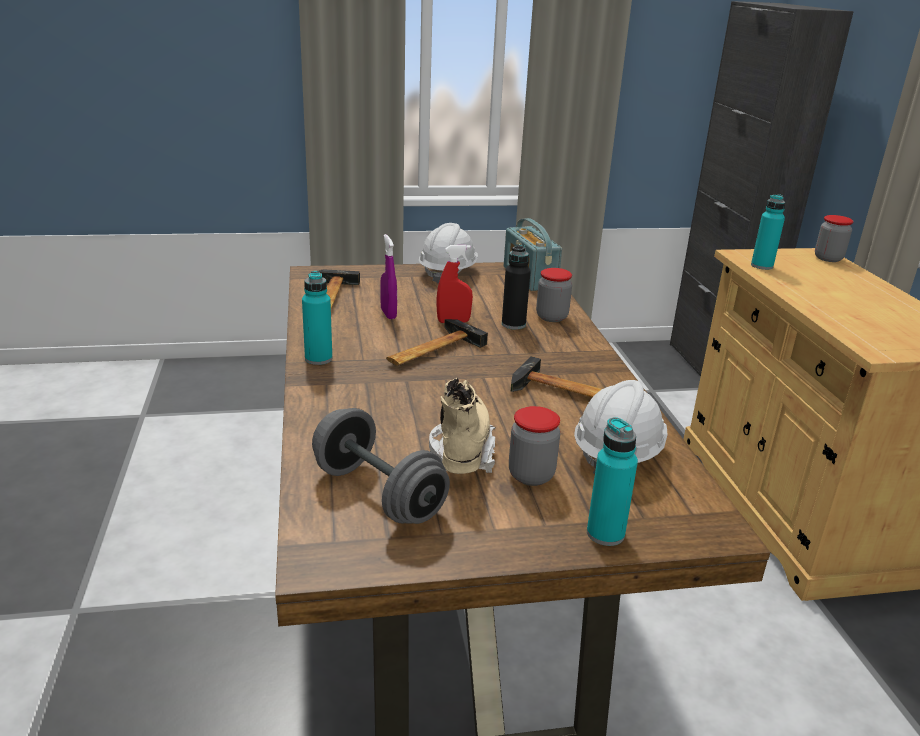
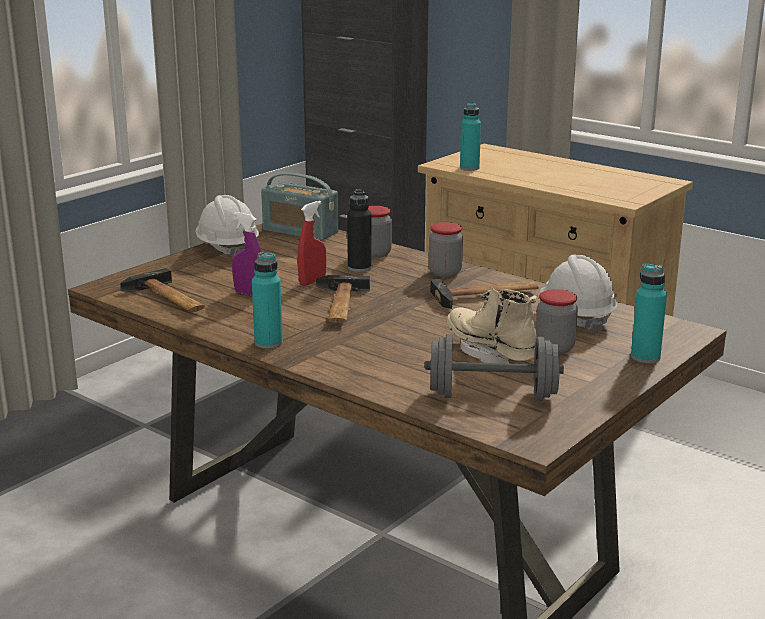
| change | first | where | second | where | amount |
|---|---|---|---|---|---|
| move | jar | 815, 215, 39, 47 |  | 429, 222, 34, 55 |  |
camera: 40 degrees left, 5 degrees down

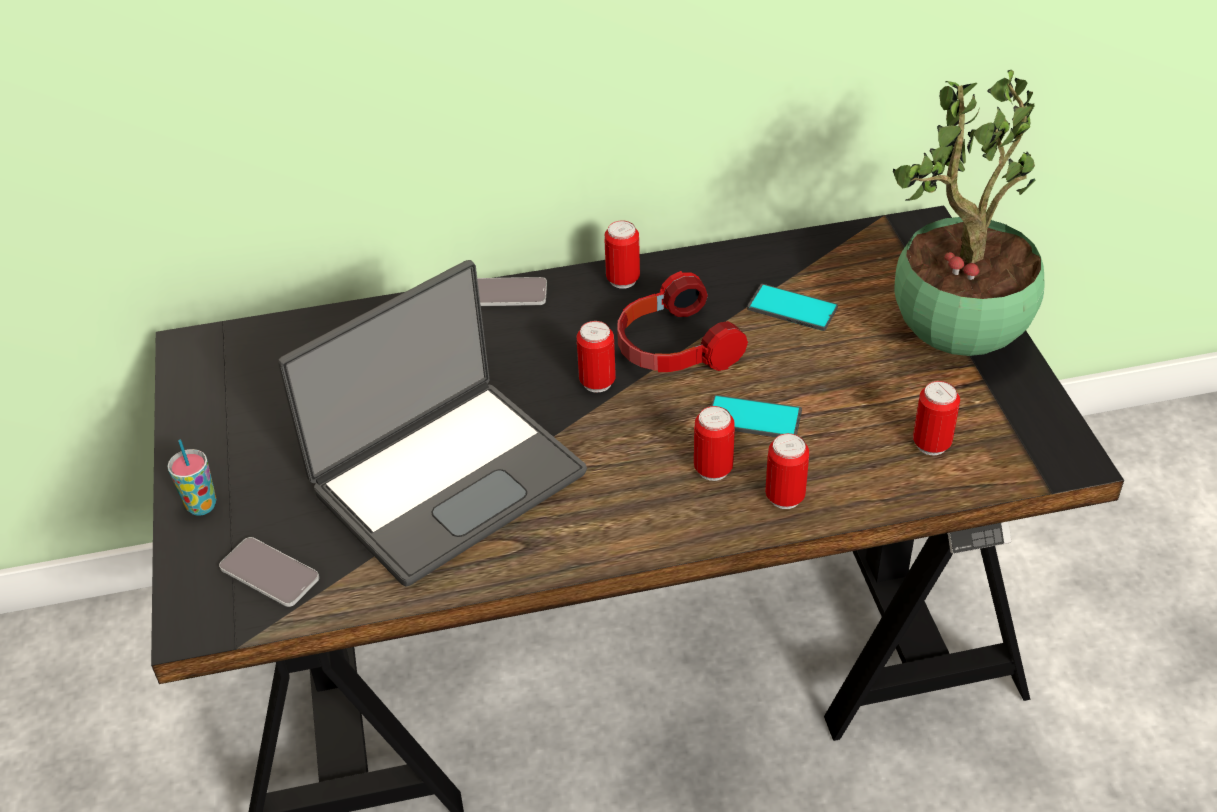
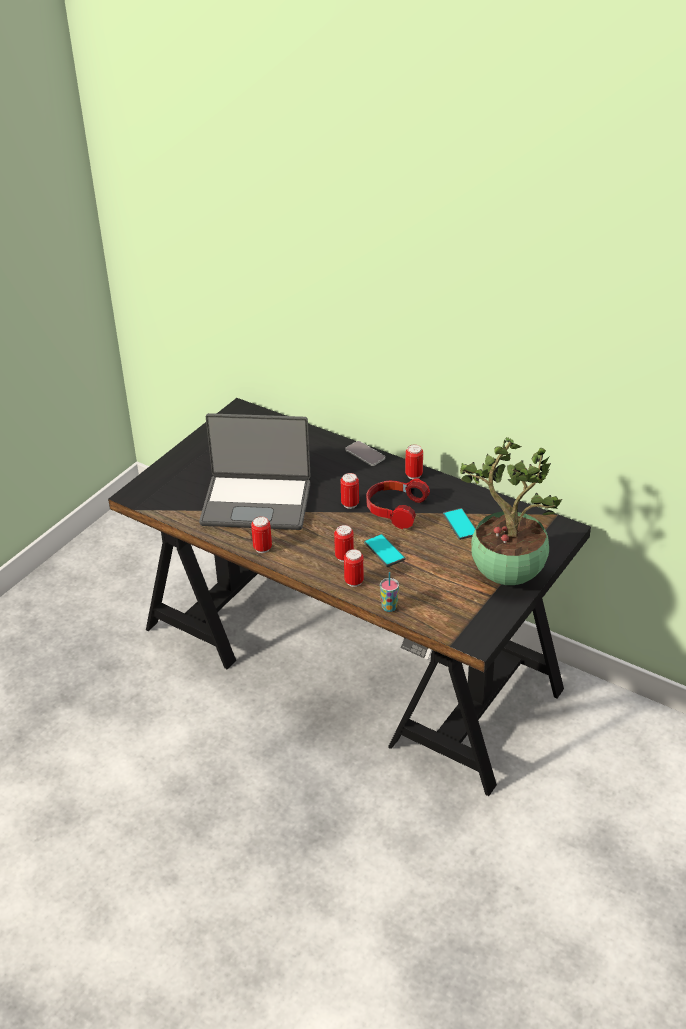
| change | first | where | second | where | amount |
|---|---|---|---|---|---|
| move | can | 913, 381, 47, 75 |  | 251, 516, 21, 37 |  |
| move | cup | 167, 440, 49, 76 |  | 380, 572, 19, 40 |  |
| delete | phone | 219, 537, 100, 70 |  |  |  |
camera: 45 degrees right, 5 degrees down

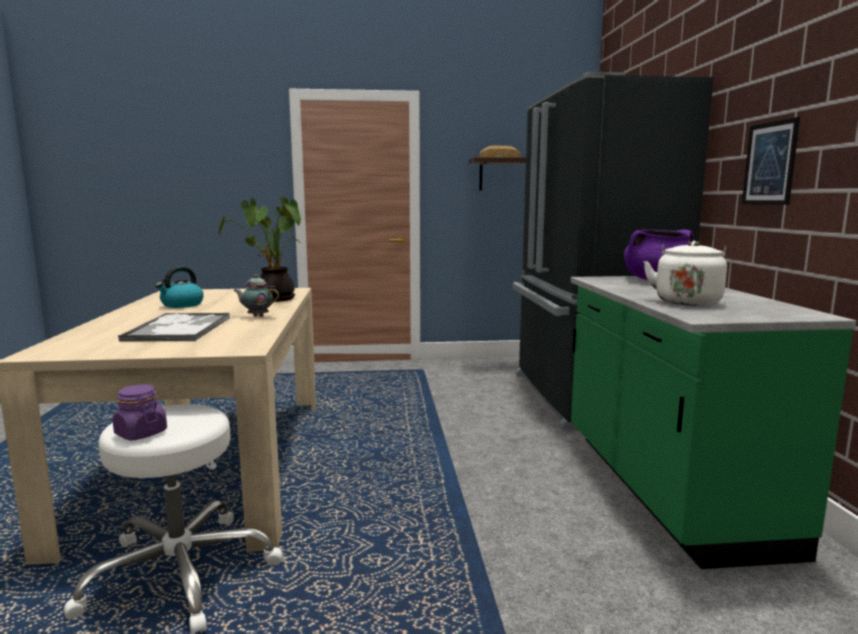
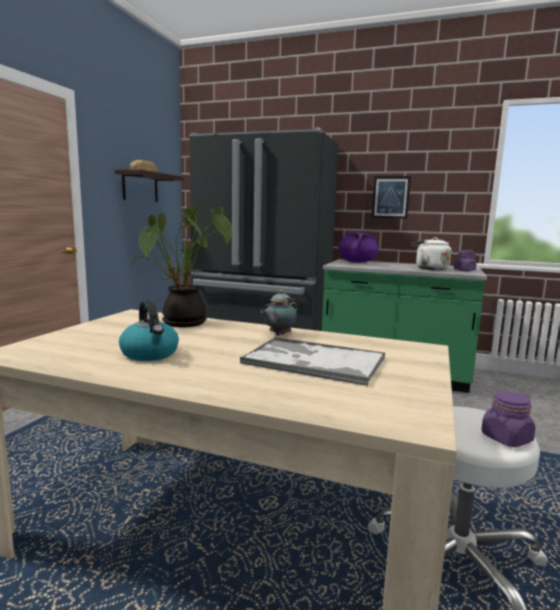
| change | first | where | second | where | amount |
|---|---|---|---|---|---|
| insert |  |  | jar (purple) | 454, 250, 23, 21 |  |
camera: 65 degrees left, 0 degrees up

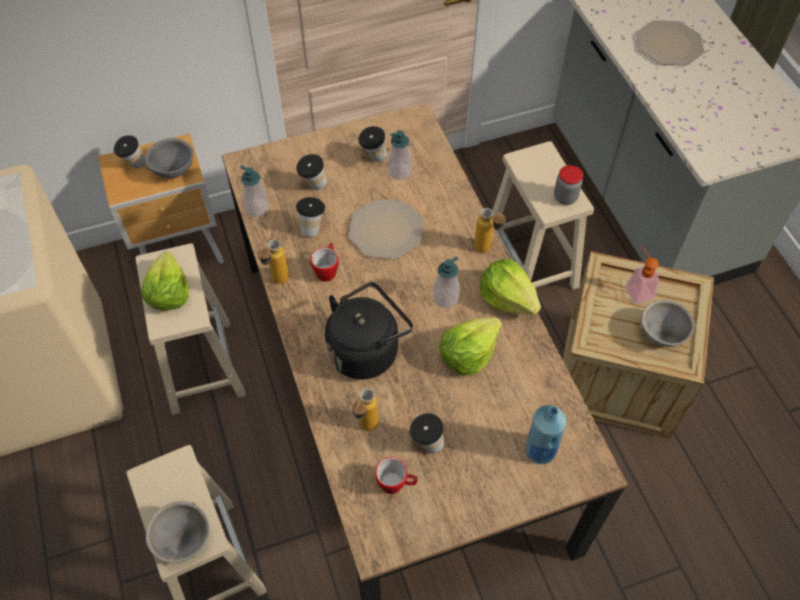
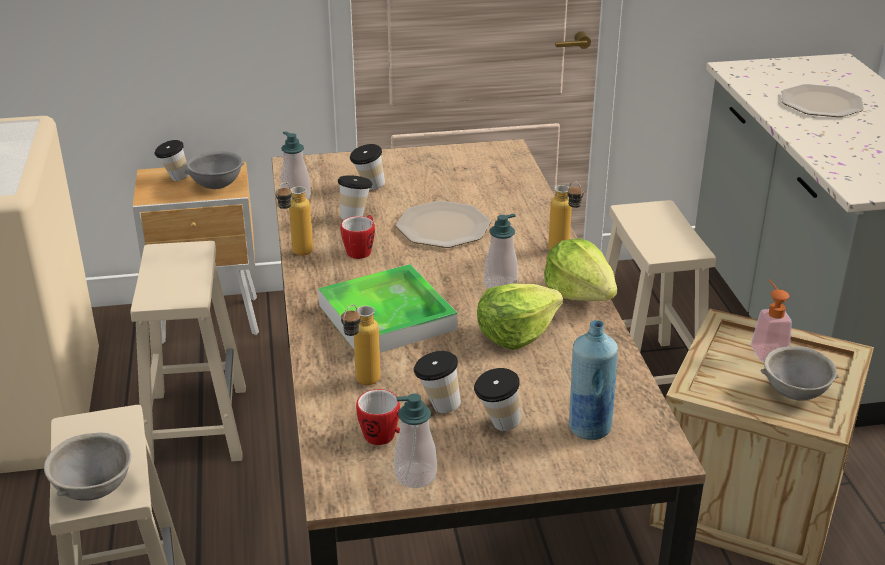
| change | first | where | second | where | amount |
|---|---|---|---|---|---|
| move | cup | 358, 126, 29, 36 |  | 474, 368, 47, 63 |  |
| move | soap dispenser | 388, 130, 24, 50 |  | 394, 393, 43, 95 |  |
| delete | jar | 554, 165, 29, 40 |  |  |  |
| delete | lettuce | 141, 252, 48, 59 |  |  |  |
| replace | kettle (black) | 325, 282, 88, 97 | tray | 318, 264, 139, 89 |  |
camera: 10 degrees right, 25 degrees down

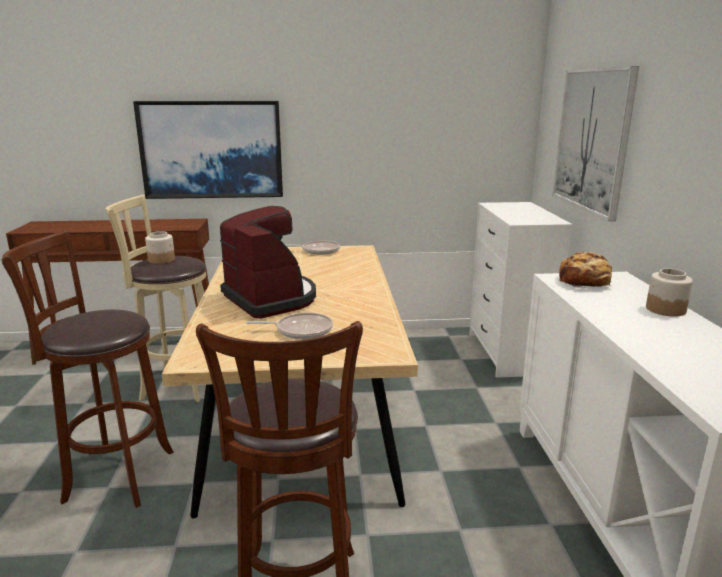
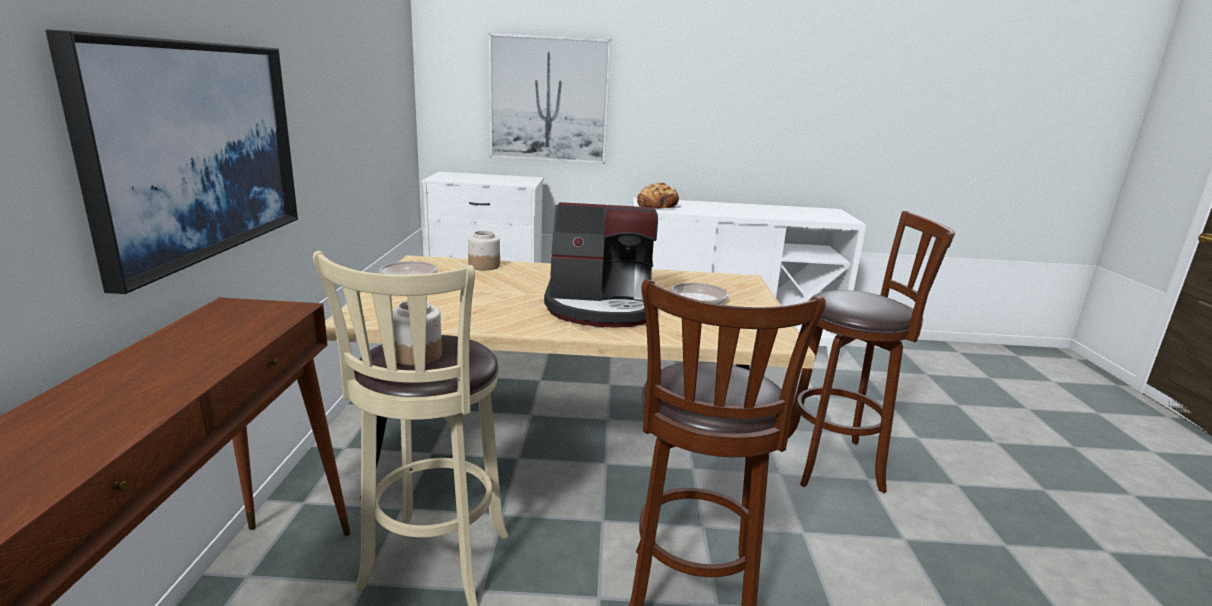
| change | first | where | second | where | amount |
|---|---|---|---|---|---|
| rotate | coffee machine | 220, 206, 96, 112 |  | 544, 202, 114, 125 | 150 degrees counterclockwise |
| move | jar | 646, 269, 47, 48 |  | 468, 231, 32, 39 |  |
camera: 85 degrees left, 0 degrees up

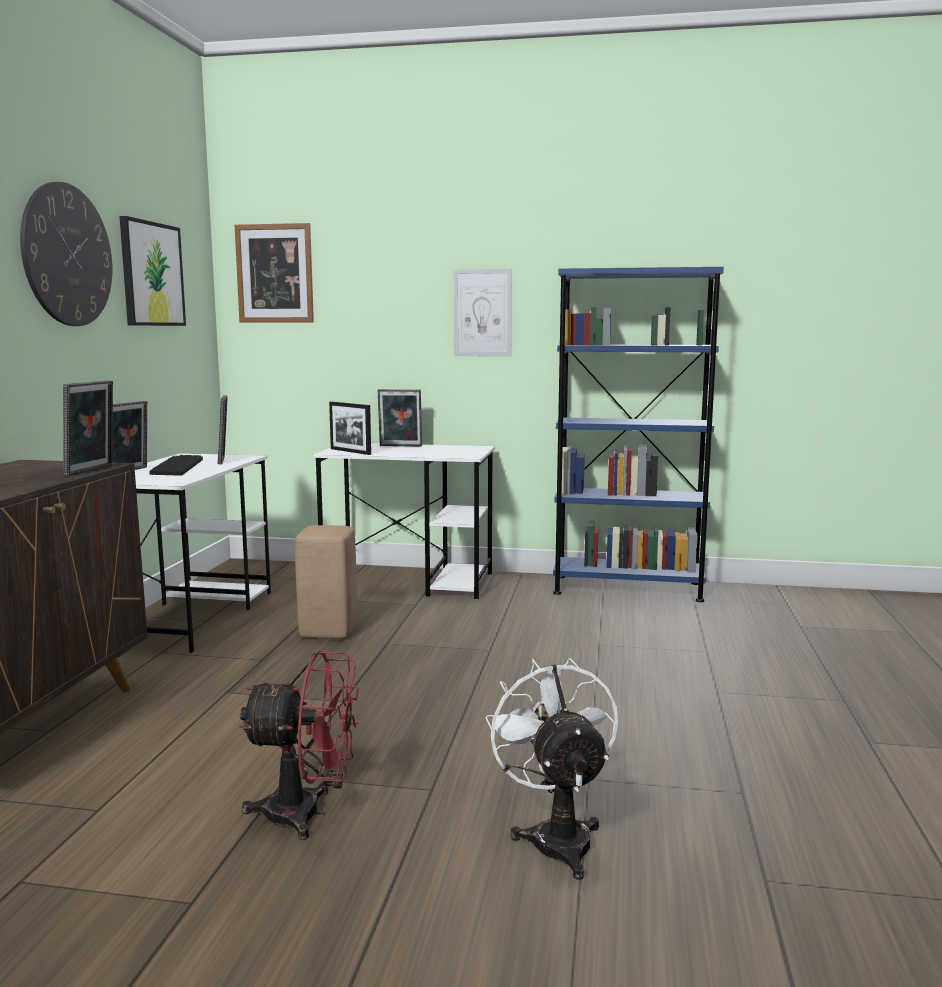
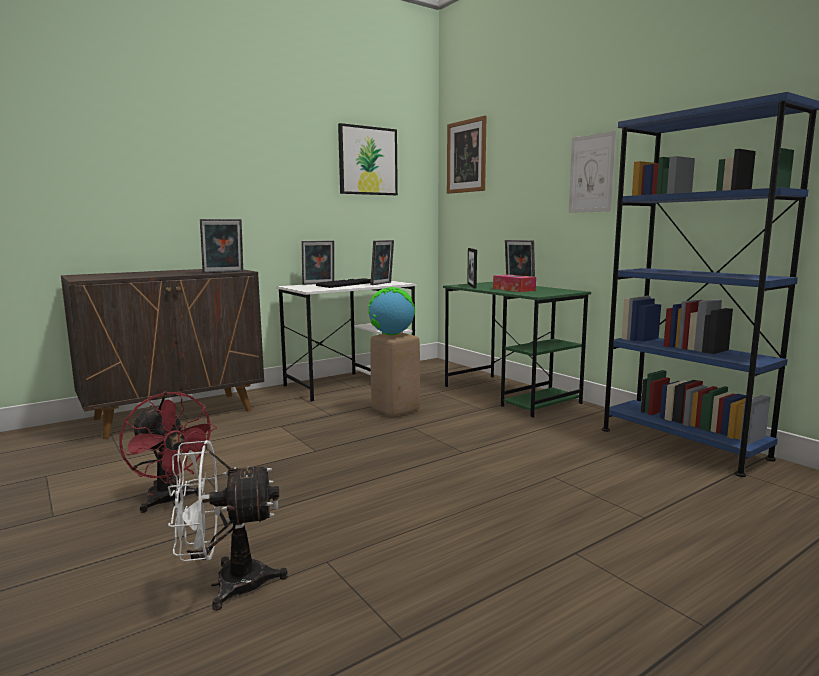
| change | first | where | second | where | amount |
|---|---|---|---|---|---|
| delete | wall clock | 20, 182, 93, 144 |  |  |  |
| recolor | desk (white) | 313, 443, 182, 156 | desk (green) | 443, 282, 148, 136 |  |
| rotate | fan (white) | 485, 658, 133, 222 |  | 168, 440, 120, 171 | 135 degrees counterclockwise |
| insert |  |  | tissue box | 493, 274, 43, 18 |  |
| insert |  |  | globe | 368, 287, 47, 48 |  |
camera: 45 degrees right, 0 degrees up

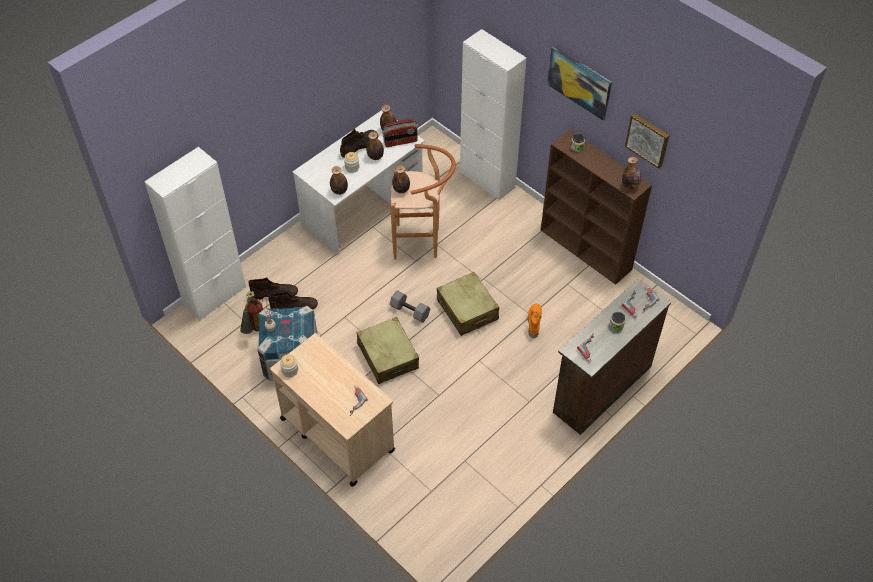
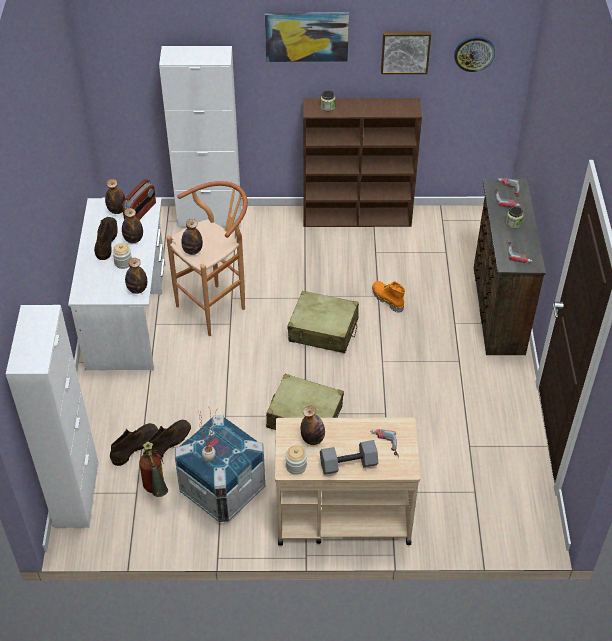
| change | first | where | second | where | amount |
|---|---|---|---|---|---|
| move | bottle | 622, 157, 19, 33 |  | 301, 405, 24, 40 |  |
| move | dumbbell (grey) | 389, 290, 41, 33 |  | 320, 440, 58, 35 |  |
| insert |  |  | wall clock | 454, 37, 41, 35 |  |
camera: 45 degrees left, 5 degrees down

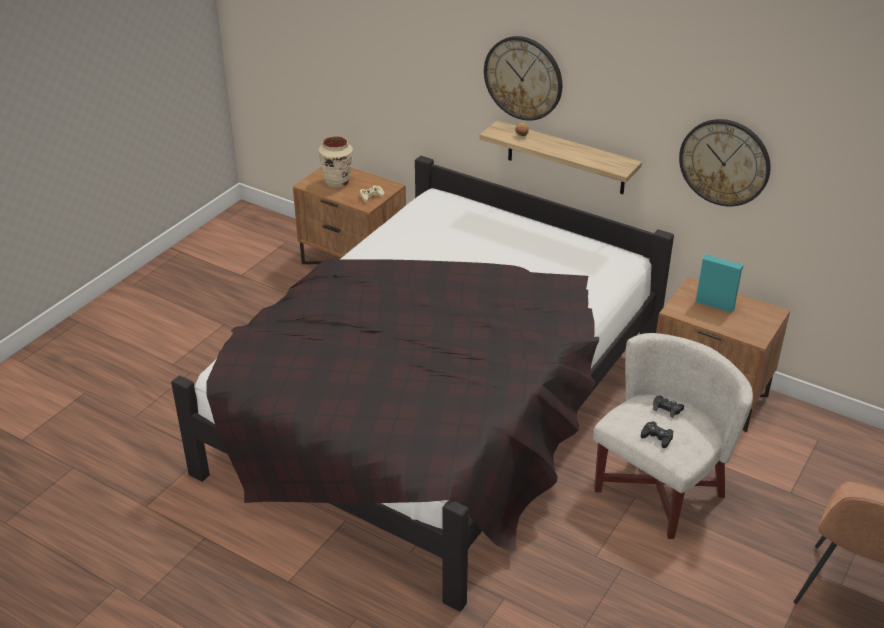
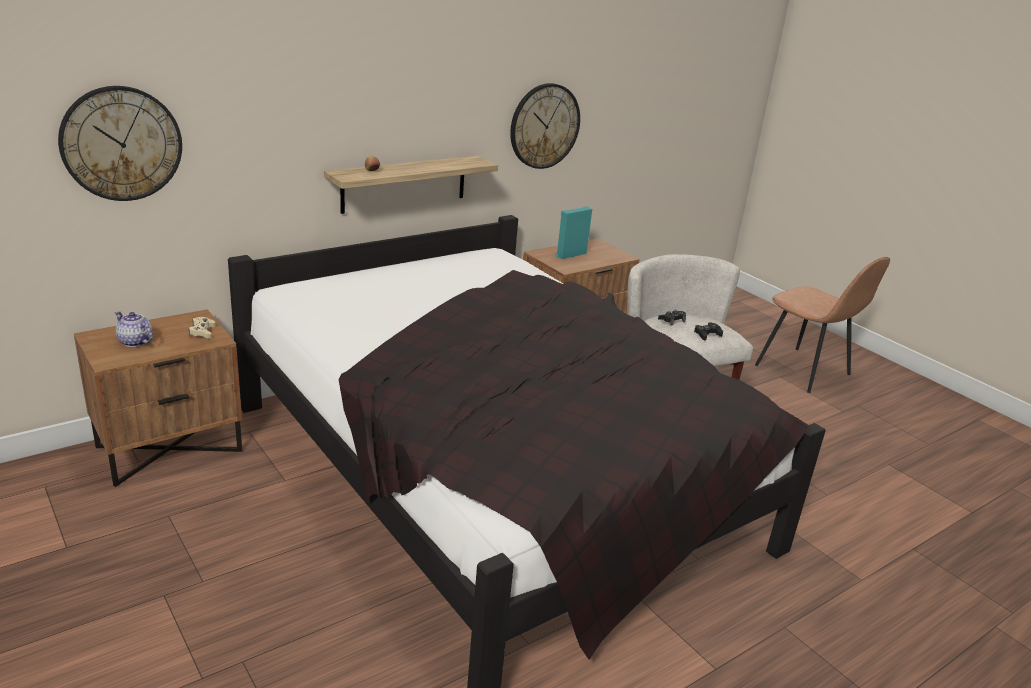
| change | first | where | second | where | amount |
|---|---|---|---|---|---|
| move | wall clock | 484, 36, 78, 85 |  | 58, 86, 124, 115 |  |
| replace | vase (beige) | 319, 137, 34, 51 | teapot | 115, 311, 38, 36 |  |
camera: 70 degrees left, 10 degrees down

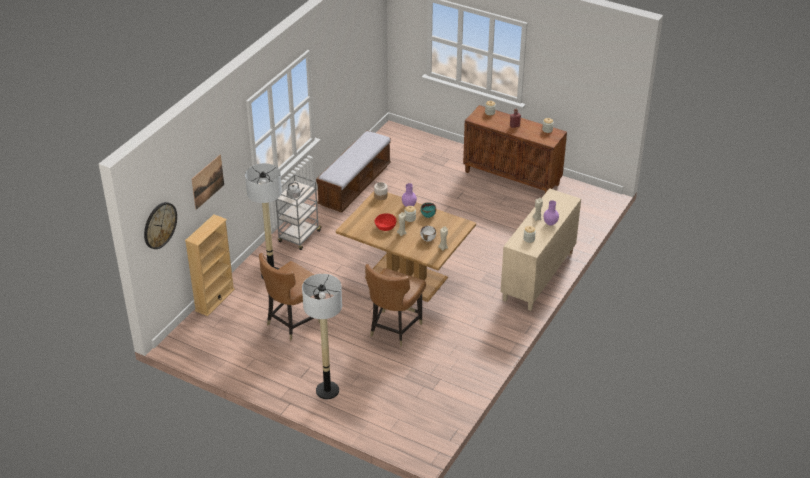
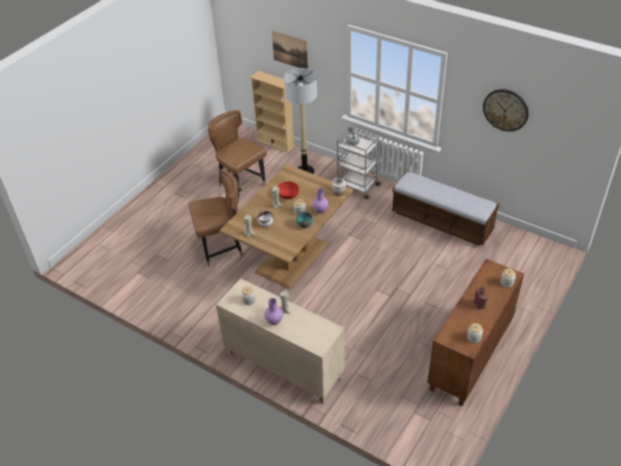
| change | first | where | second | where | amount |
|---|---|---|---|---|---|
| move | wall clock | 144, 202, 33, 47 |  | 483, 89, 46, 43 |  |
| rotate | chair (brown) | 365, 264, 61, 83 |  | 189, 169, 54, 97 | 135 degrees clockwise |
| delete | floor lamp | 302, 274, 40, 125 |  |  |  |
camera: 95 degrees right, 5 degrees up

